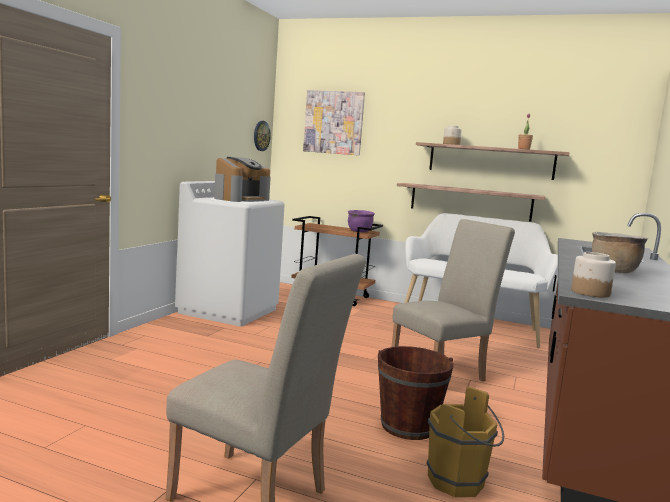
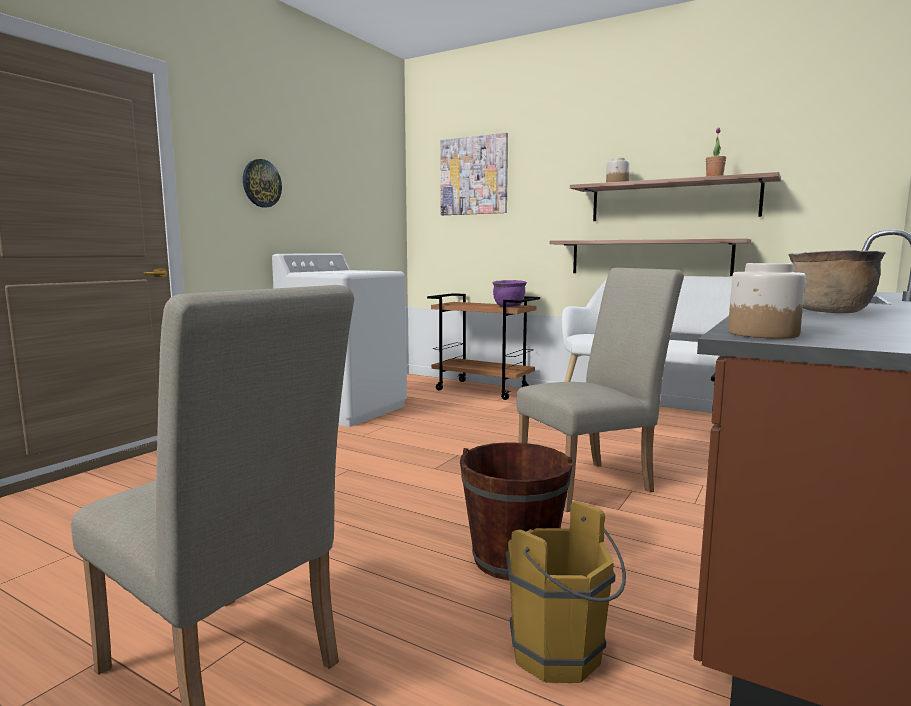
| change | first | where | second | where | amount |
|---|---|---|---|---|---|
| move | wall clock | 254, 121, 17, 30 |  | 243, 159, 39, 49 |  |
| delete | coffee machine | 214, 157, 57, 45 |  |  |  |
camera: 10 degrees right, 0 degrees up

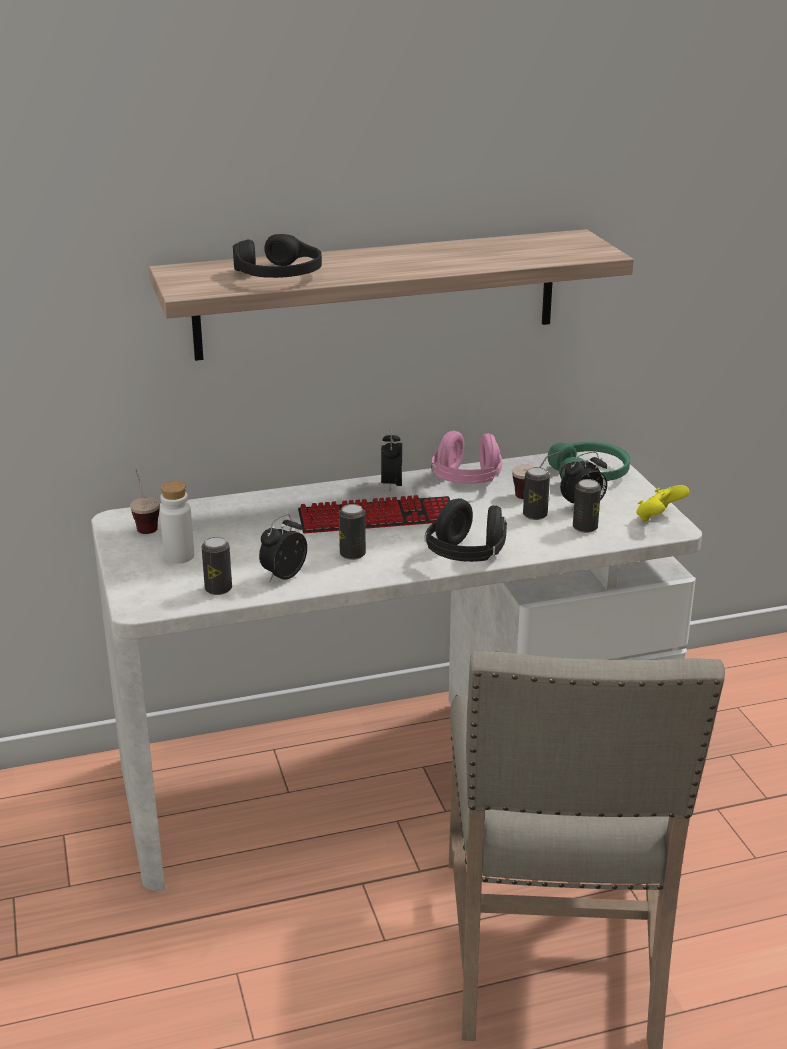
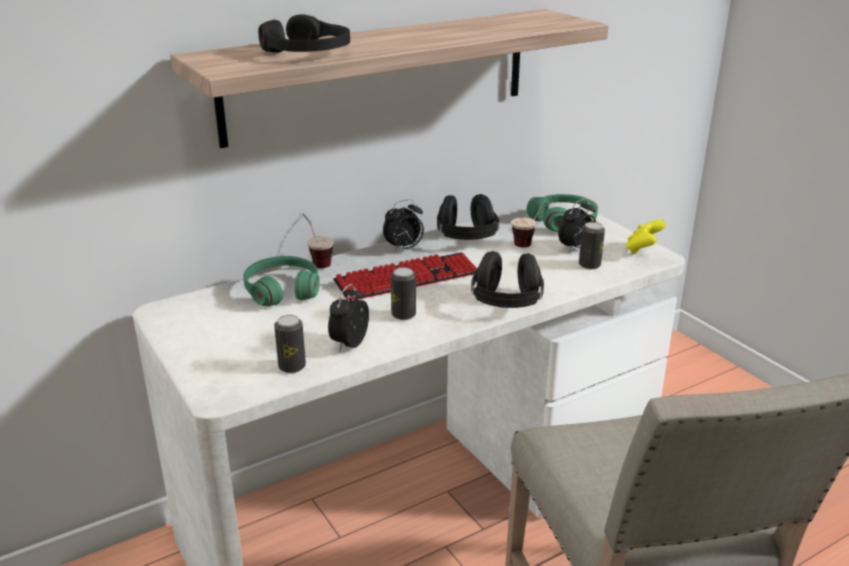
| change | first | where | second | where | amount |
|---|---|---|---|---|---|
| rotate | alarm clock | 381, 429, 21, 63 |  | 383, 199, 41, 53 | 105 degrees counterclockwise |
| recolor | headphones (pink) | 431, 431, 71, 53 | headphones (black) | 437, 194, 62, 46 |  |
| delete | can | 523, 467, 27, 53 |  |  |  |
| move | cup | 130, 469, 30, 65 |  | 303, 213, 31, 55 |  |
| delete | bottle (white) | 160, 481, 34, 83 |  |  |  |
| insert |  |  | headphones (green) | 243, 256, 77, 50 |  |
camera: 15 degrees left, 0 degrees up

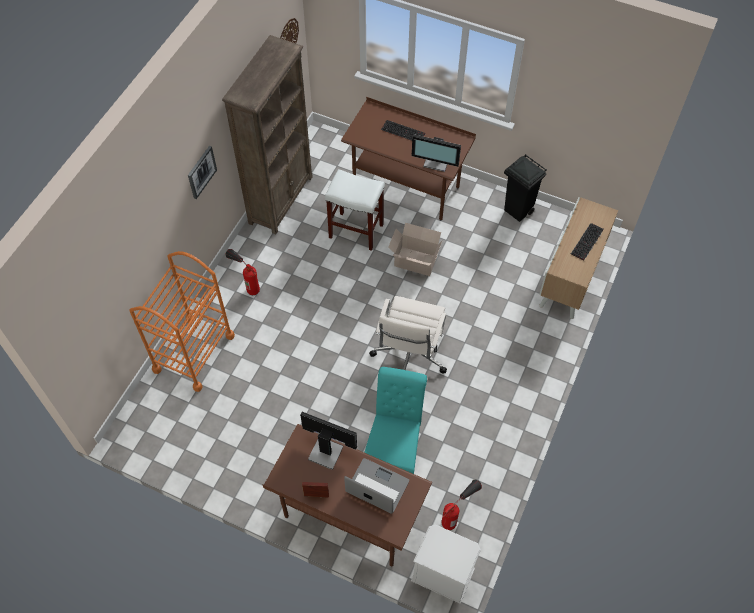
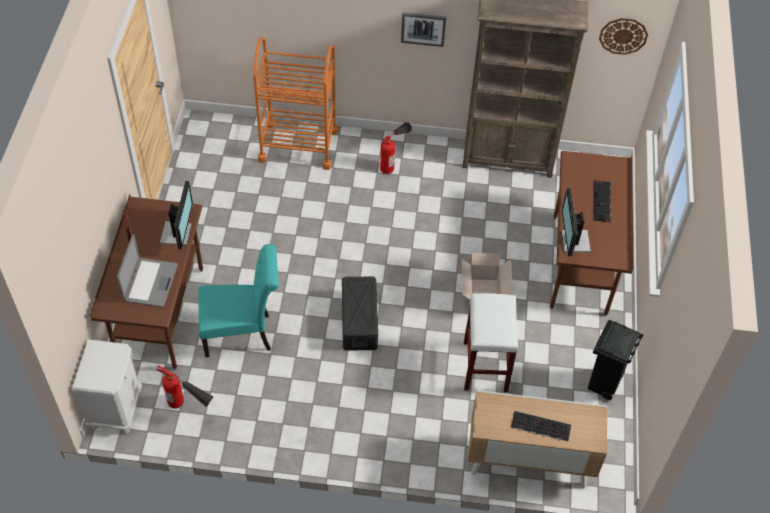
| change | first | where | second | where | amount |
|---|---|---|---|---|---|
| move | stool (white) | 325, 169, 60, 82 |  | 464, 293, 54, 99 |  |
| replace | office chair (white) | 369, 296, 78, 78 | storage box (black) | 342, 277, 36, 74 |  |
camera: 70 degrees right, 5 degrees down

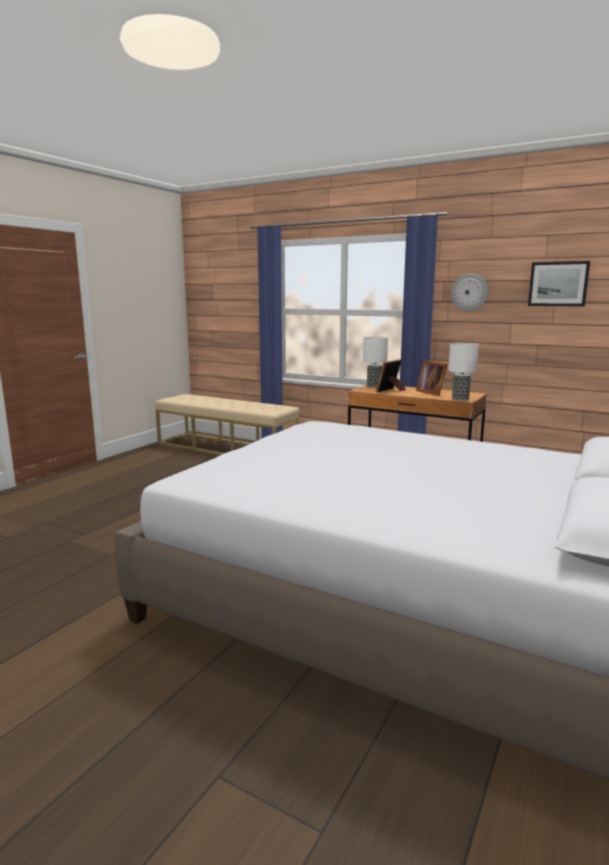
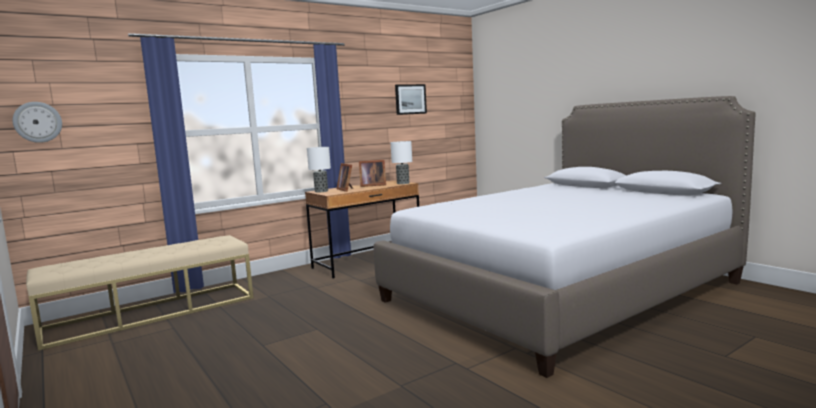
| change | first | where | second | where | amount |
|---|---|---|---|---|---|
| move | wall clock | 451, 274, 37, 37 |  | 13, 102, 49, 41 |  |
camera: 65 degrees left, 5 degrees down

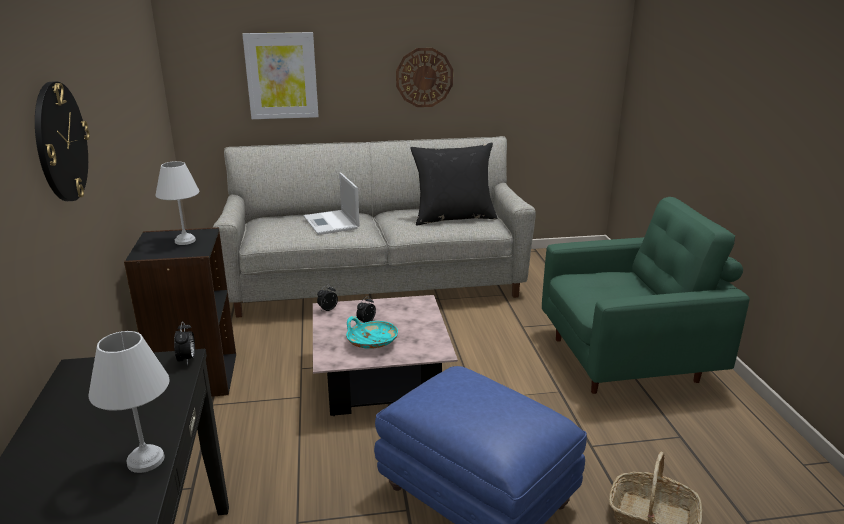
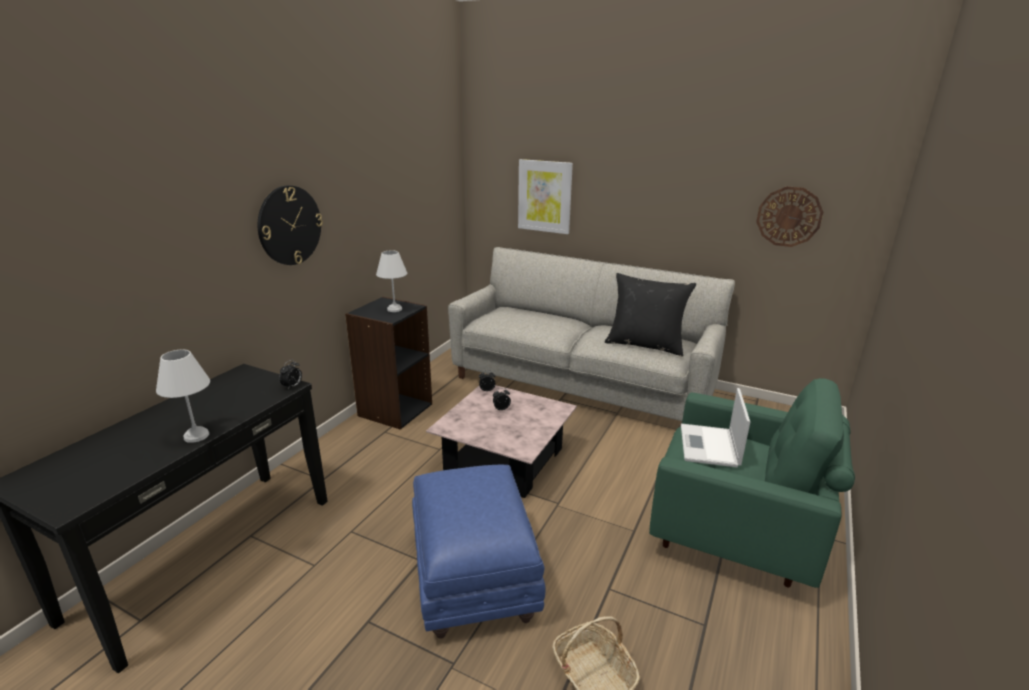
| change | first | where | second | where | amount |
|---|---|---|---|---|---|
| move | wall clock | 396, 48, 57, 59 |  | 756, 186, 67, 61 |  |
| move | laptop | 303, 173, 57, 62 |  | 681, 388, 69, 79 |  |
| delete | bowl (turquoise) | 346, 316, 52, 33 |  |  |  |
camera: 35 degrees right, 0 degrees up

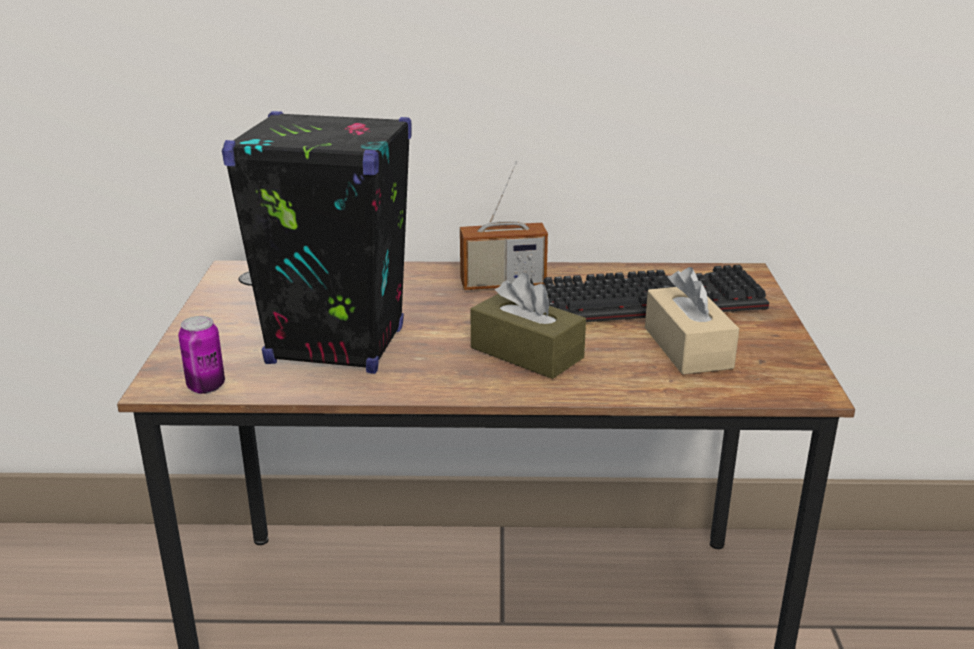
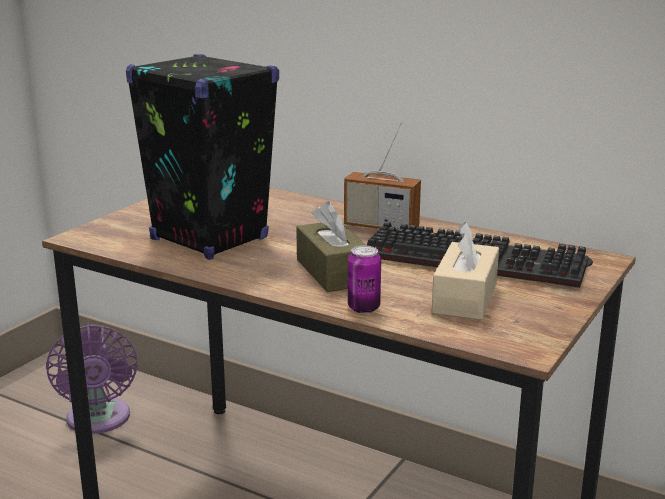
| change | first | where | second | where | amount |
|---|---|---|---|---|---|
| move | can | 178, 316, 47, 78 |  | 348, 246, 33, 67 |  |
| insert |  |  | fan (purple) | 46, 324, 92, 110 |  |
camera: 30 degrees right, 5 degrees down

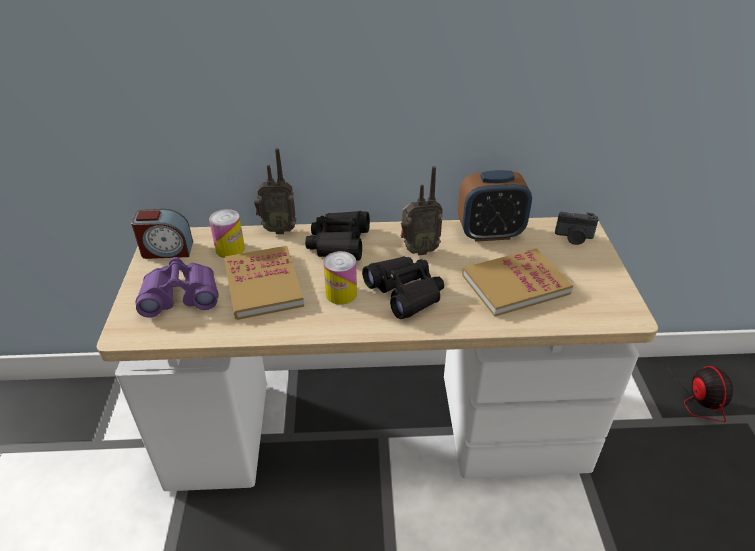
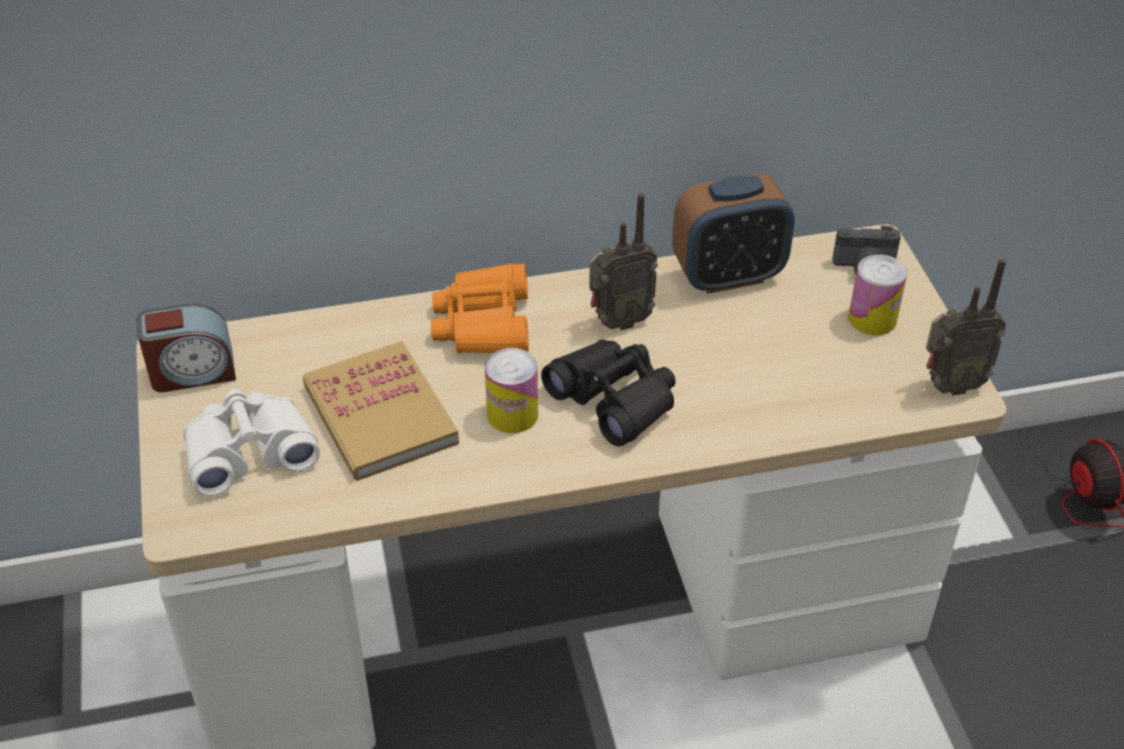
| change | first | where | second | where | amount |
|---|---|---|---|---|---|
| move | radio | 254, 148, 42, 86 |  | 926, 258, 80, 137 |  |
| move | can | 209, 209, 36, 49 |  | 849, 254, 58, 81 |  |
| recolor | binoculars (black) | 305, 211, 65, 50 | binoculars (orange) | 431, 263, 98, 90 |  |
| delete | book | 462, 248, 111, 69 |  |  |  |
| recolor | binoculars (purple) | 136, 257, 82, 60 | binoculars (white) | 183, 389, 137, 107 |  |
camera: 10 degrees left, 5 degrees up

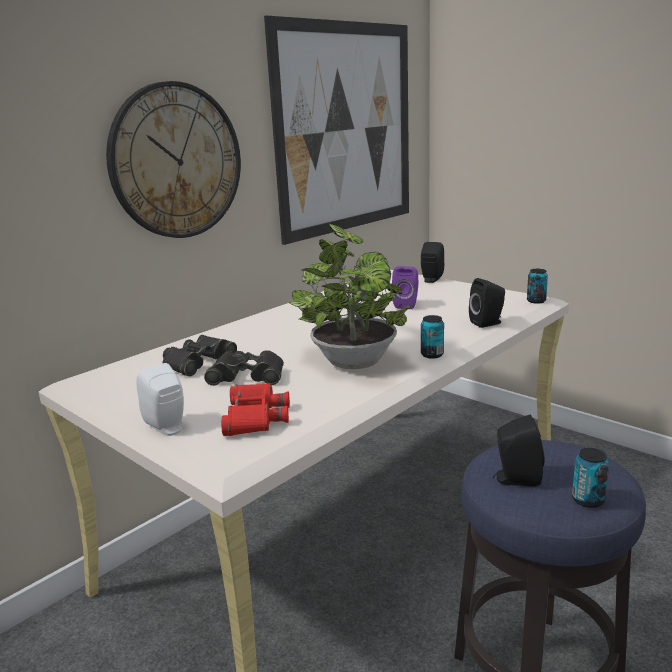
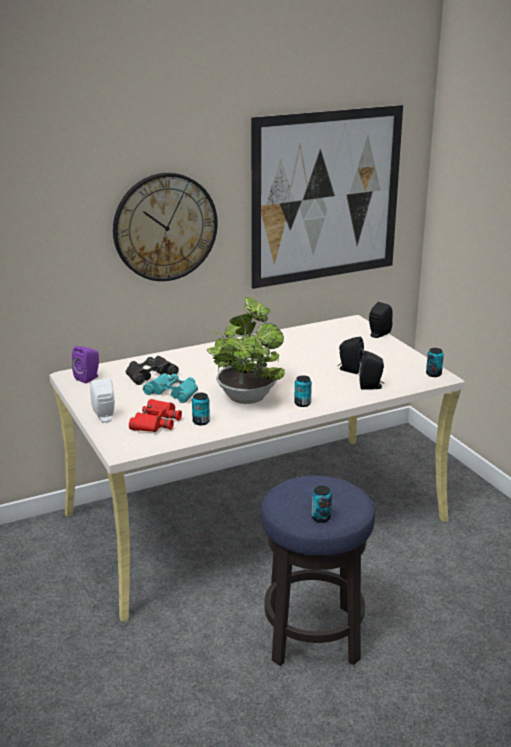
| change | first | where | second | where | amount |
|---|---|---|---|---|---|
| move | speaker (purple) | 392, 266, 26, 43 |  | 72, 346, 27, 37 |  |
| recolor | binoculars (black) | 204, 350, 80, 36 | binoculars (turquoise) | 143, 373, 55, 30 |  |
| move | speaker (black) | 493, 415, 51, 71 |  | 337, 337, 28, 37 |  |
| insert |  |  | can | 192, 393, 18, 32 |  |
camera: 20 degrees right, 5 degrees up

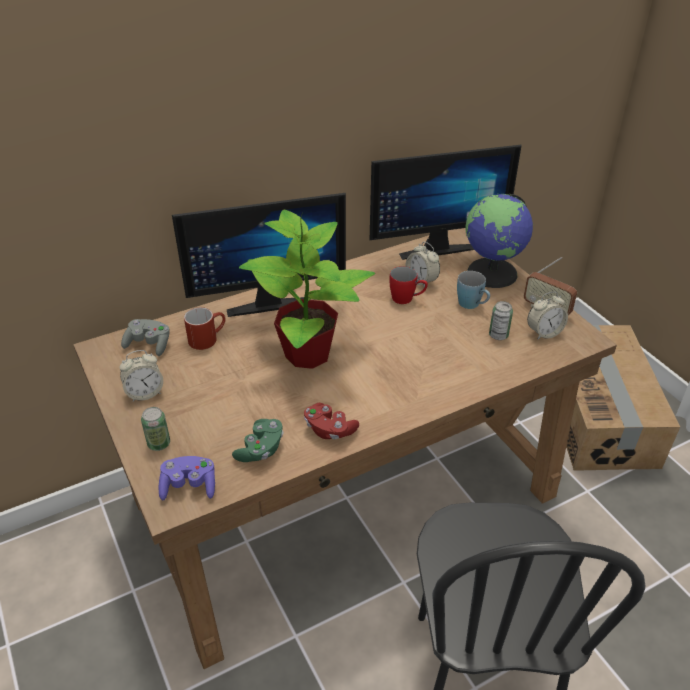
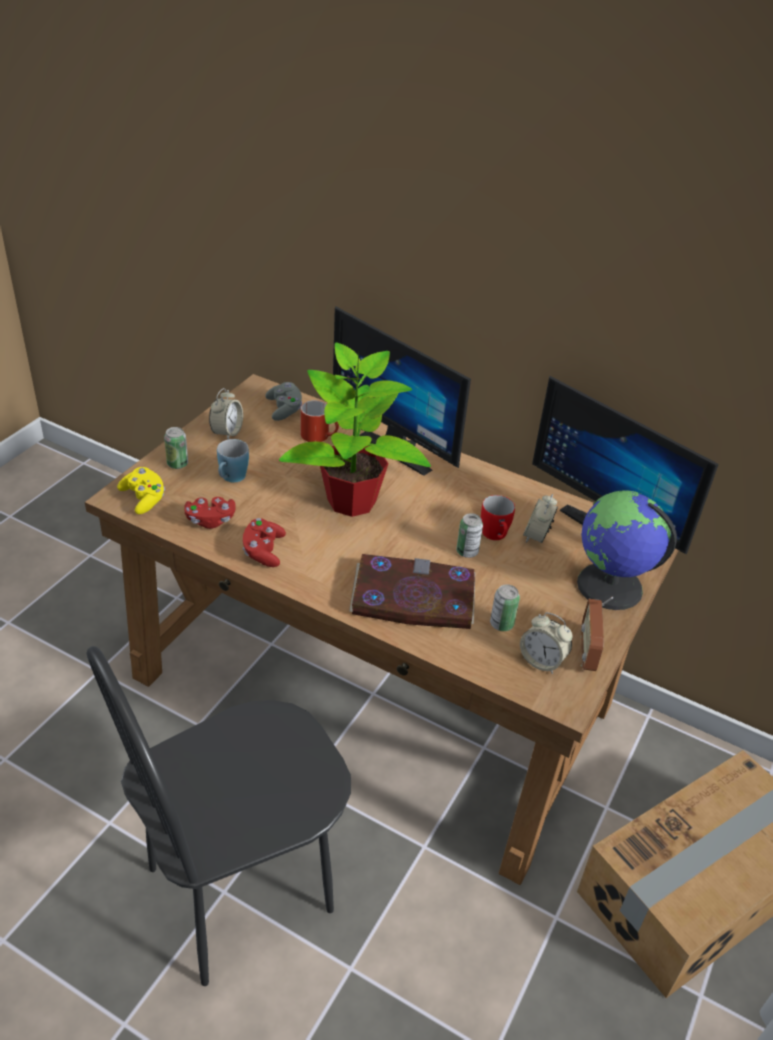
| change | first | where | second | where | amount |
|---|---|---|---|---|---|
| move | mug (blue) | 457, 271, 33, 38 |  | 217, 439, 32, 44 |  |
| rotate | alarm clock | 120, 350, 43, 51 |  | 209, 388, 34, 52 | 105 degrees counterclockwise |
| recolor | game controller (green) | 232, 419, 52, 43 | game controller (red) | 184, 497, 52, 32 |  |
| recolor | game controller (purple) | 159, 456, 56, 44 | game controller (yellow) | 117, 467, 48, 47 |  |
| insert |  |  | can | 456, 513, 27, 45 |  |
| insert |  |  | book | 349, 554, 127, 75 |  |
camera: 55 degrees right, 0 degrees up

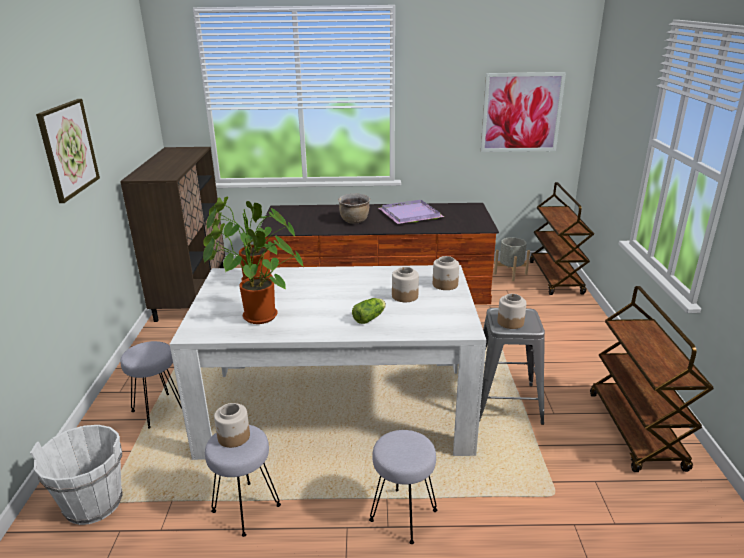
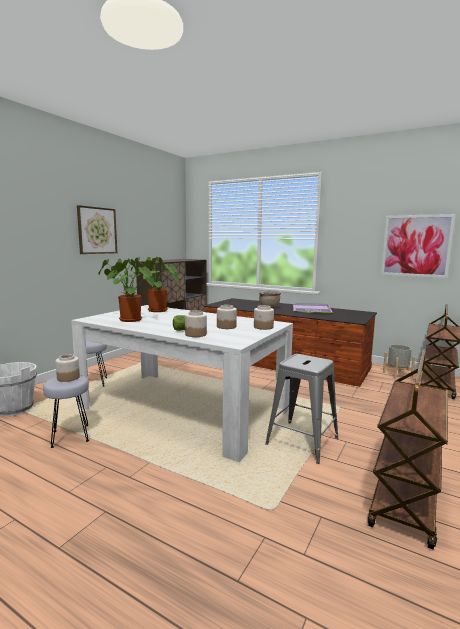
| change | first | where | second | where | amount |
|---|---|---|---|---|---|
| move | jar | 497, 294, 29, 35 |  | 185, 310, 22, 27 |  |
| delete | stool (grey) | 369, 430, 68, 114 |  |  |  |
camera: 30 degrees right, 15 degrees down

